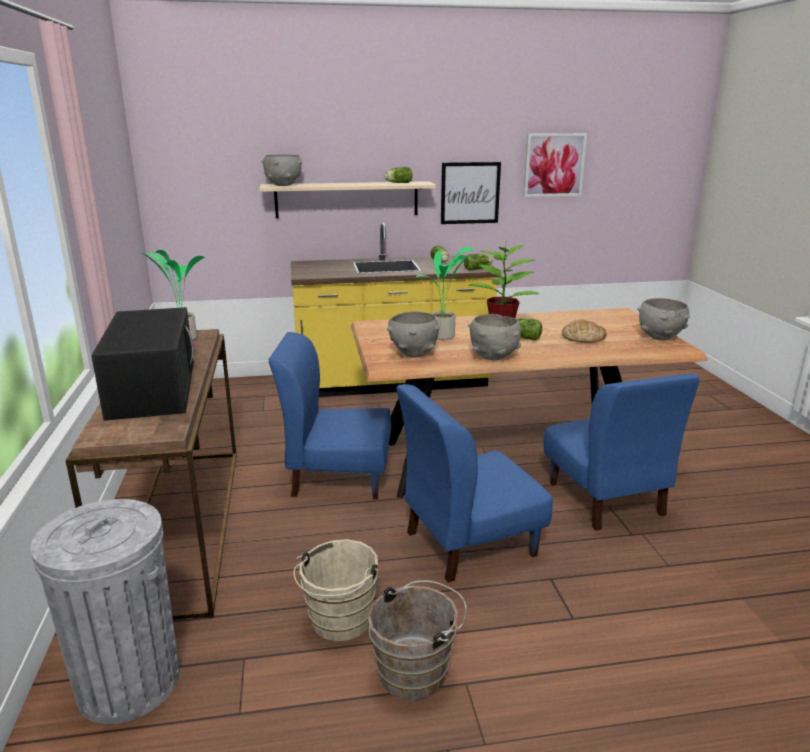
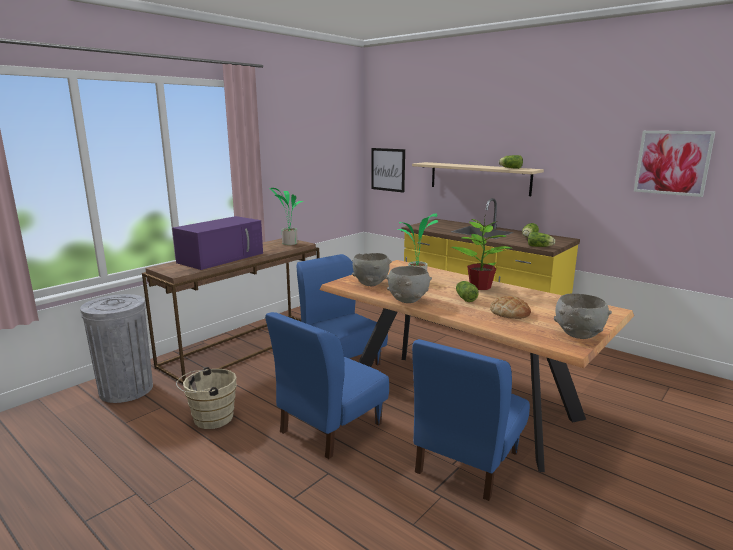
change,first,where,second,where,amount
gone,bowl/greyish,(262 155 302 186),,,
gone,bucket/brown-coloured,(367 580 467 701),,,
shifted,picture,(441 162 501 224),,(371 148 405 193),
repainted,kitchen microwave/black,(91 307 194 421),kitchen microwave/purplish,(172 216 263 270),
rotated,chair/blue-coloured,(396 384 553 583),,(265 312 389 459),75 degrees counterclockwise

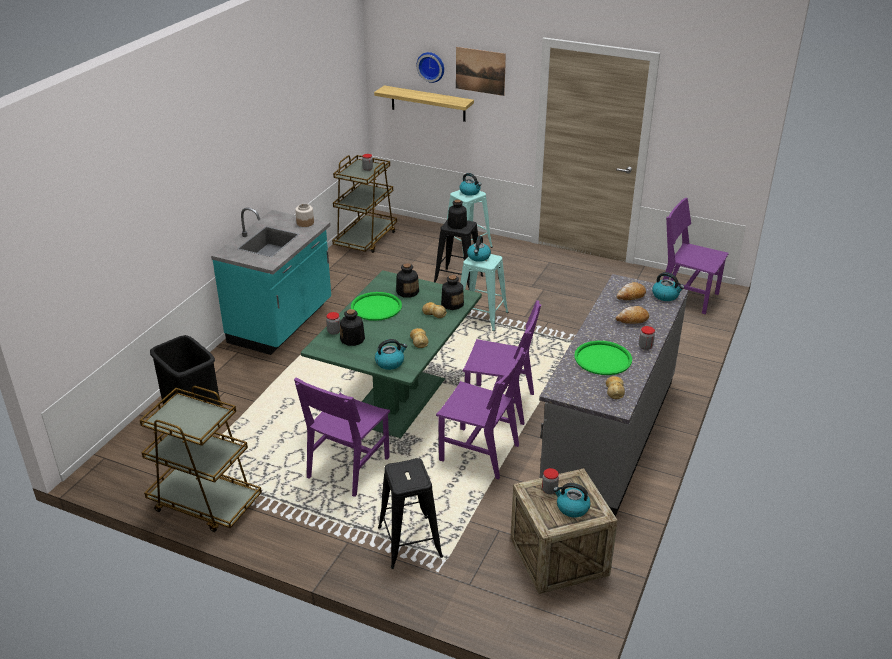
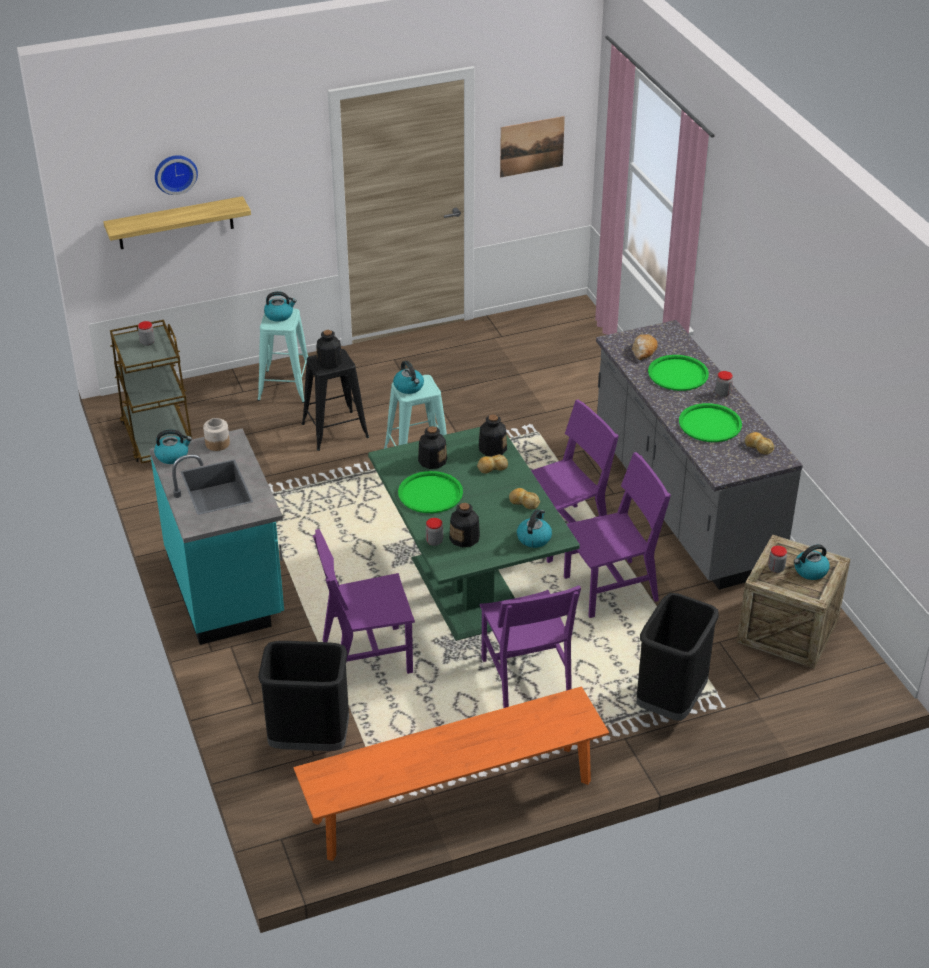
change,first,where,second,where,amount
shifted,picture,(456 47 506 96),,(500 116 565 177),
shifted,tea kettle,(652 272 684 301),,(154 429 192 464),
shifted,chair/purplish,(663 198 729 314),,(313 529 415 674),
swapped,trolley/brown-coloured,(140 386 262 532),bench/orangey,(293 686 609 861),
swapped,stool seat/black,(378 458 443 569),trash can/black,(636 593 719 721),
swapped,baked bread,(616 306 649 324),carrying tray/greenish,(648 355 709 391),

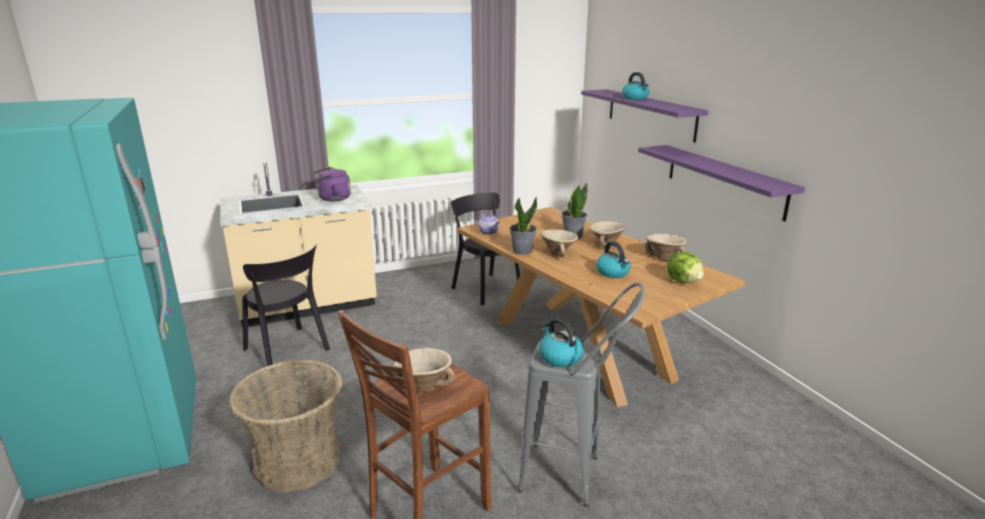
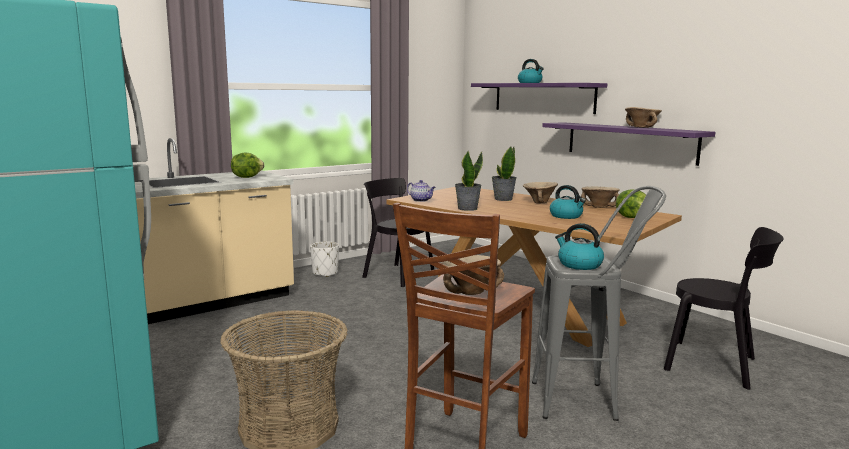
change,first,where,second,where,amount
new,,,flower pot/whitish,(310 242 339 277),
shifted,chair/black,(242 245 330 374),,(664 227 784 390),
shifted,bowl/beige-coloured,(540 229 578 257),,(625 107 662 128),
swapped,tea kettle/purplish,(313 167 351 201),lettuce,(231 153 264 178),

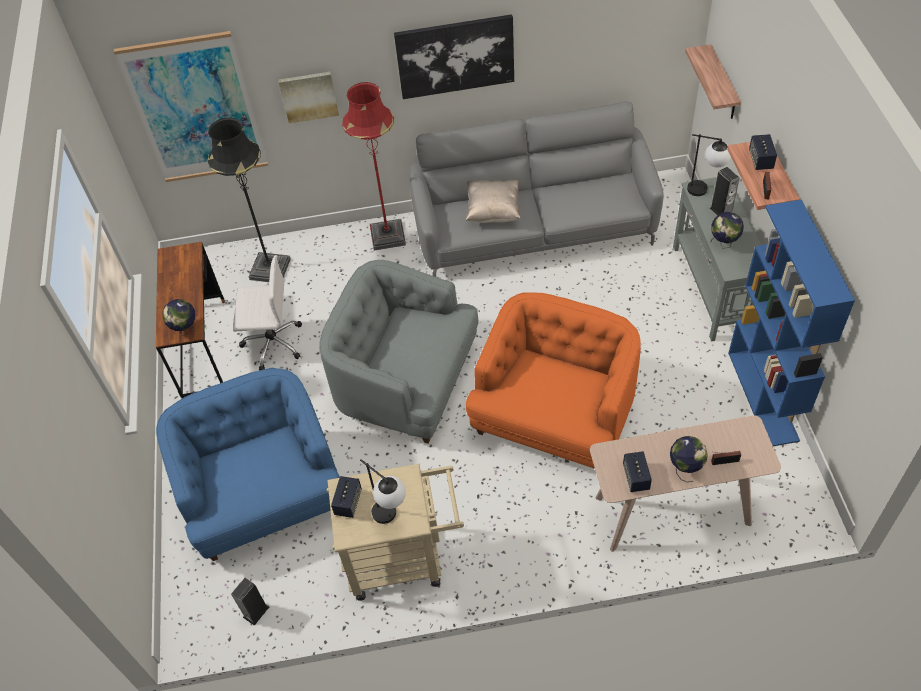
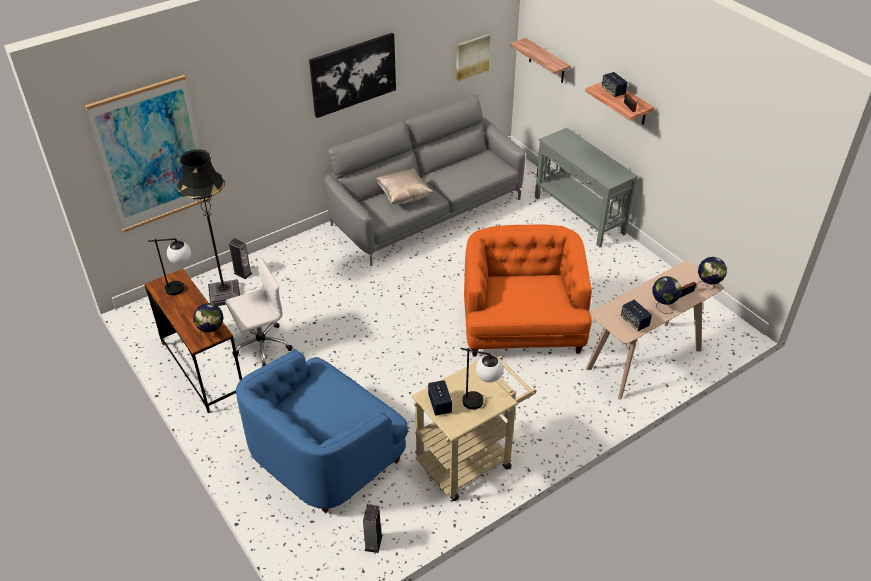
change,first,where,second,where,amount
gone,armchair/greyish,(319 260 479 444),,,
gone,floor lamp/red,(342 82 406 251),,,
gone,bookcase/blue-coloured,(728 199 855 446),,,
shifted,picture,(278 72 339 124),,(456 34 490 81),
shifted,lamp for a table,(687 134 731 196),,(148 238 191 295),
shifted,audio speaker,(710 167 739 216),,(229 238 252 279),
shifted,desk globe,(711 212 744 249),,(696 257 727 290),
rotated,armchair/blue-coloured,(156 368 340 561),,(236 349 408 513),90 degrees counterclockwise

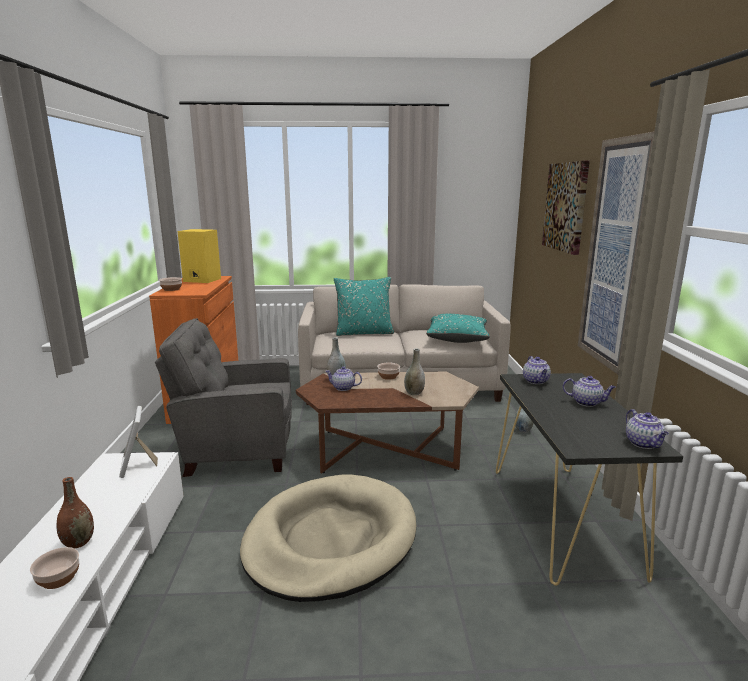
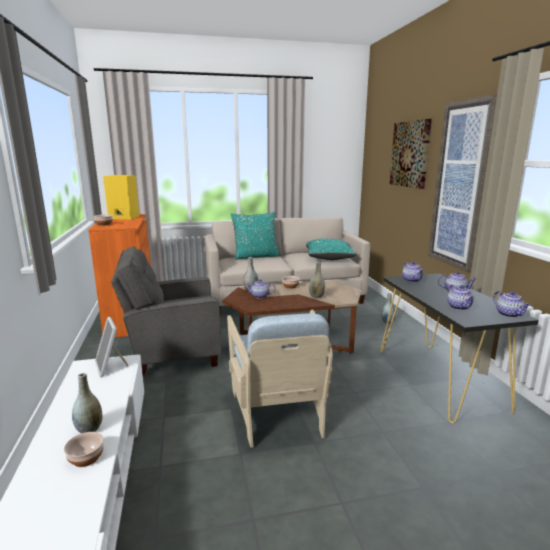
change,first,where,second,where,amount
new,,,pot for tea,(447 285 474 310),
swapped,dog bed/beige-coloured,(240 474 416 602),armchair/beige-coloured,(227 310 333 448),
repainted,flower vase/brown-coloured,(56 477 94 548),flower vase/greyish,(72 373 102 433),

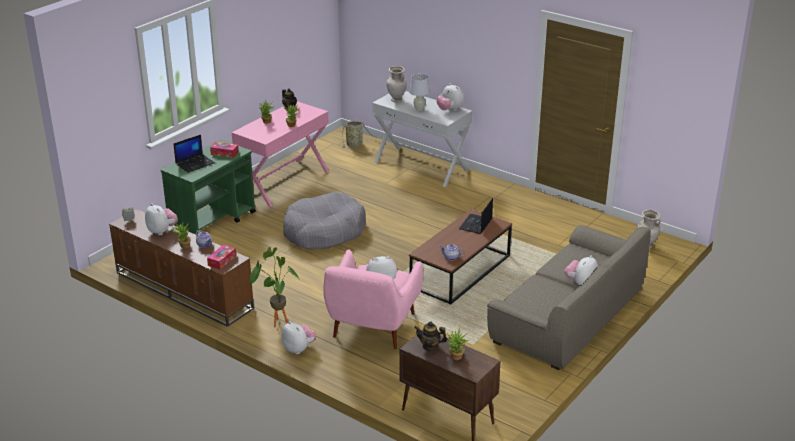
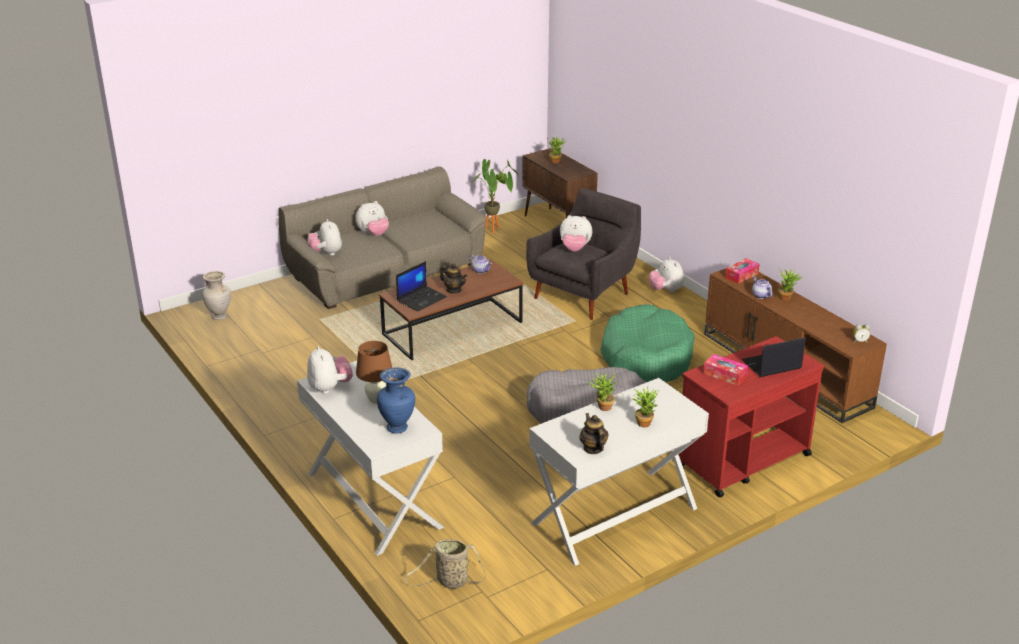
change,first,where,second,where,amount
new,,,dog bed/greenish,(600 304 695 382),
shifted,soft toy,(145 203 178 235),,(308 219 342 256),
shifted,houseplant,(250 247 299 327),,(471 159 519 233),
shifted,pot for tea,(414 321 447 351),,(440 263 467 293),
repainted,trolley/greenish,(161 139 256 235),trolley/red,(678 336 824 497),
repainted,hall table/pinkish,(232 101 329 207),hall table/whitish,(529 378 709 566),
repainted,armchair/pinkish,(323 249 423 349),armchair/greyish,(526 188 641 320),
repainted,flower vase/beige-coloured,(386 66 407 103),flower vase/blue-coloured,(377 368 415 433),
repainted,lamp for a table/whitish,(409 74 430 111),lamp for a table/brown-coloured,(356 341 392 404),

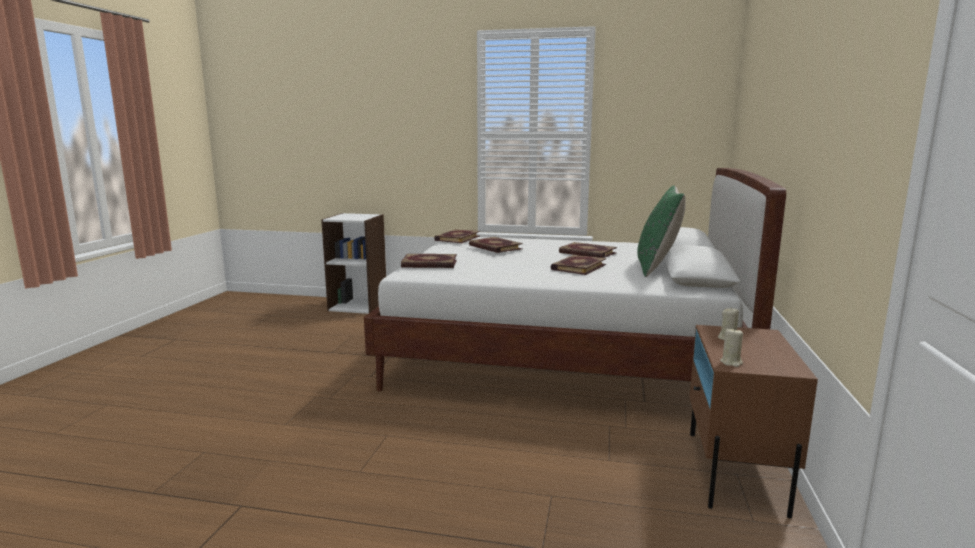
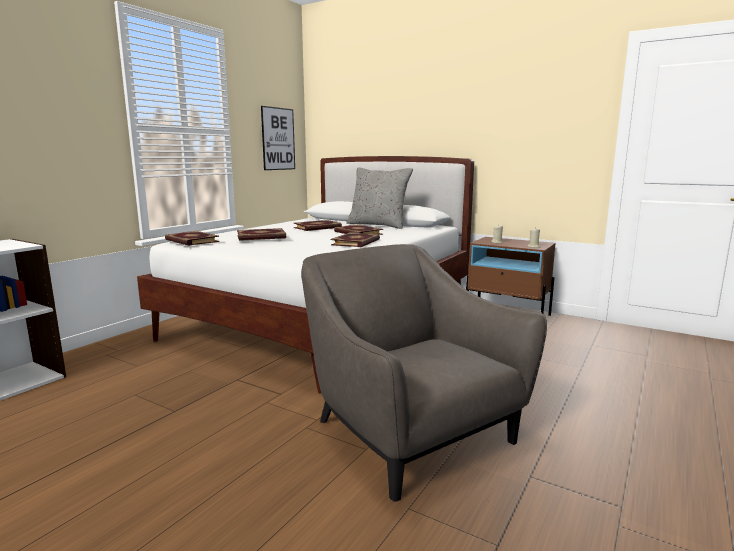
change,first,where,second,where,amount
new,,,picture,(261 106 295 170),
new,,,armchair/greyish,(301 244 547 502),
shifted,volume,(401 254 457 268),,(331 232 380 247),
repainted,pillow/greenish,(637 186 686 277),pillow/greyish,(346 167 413 229),

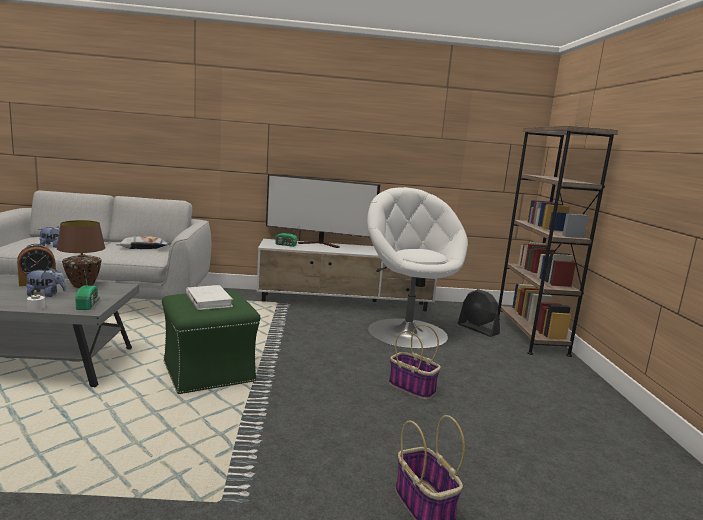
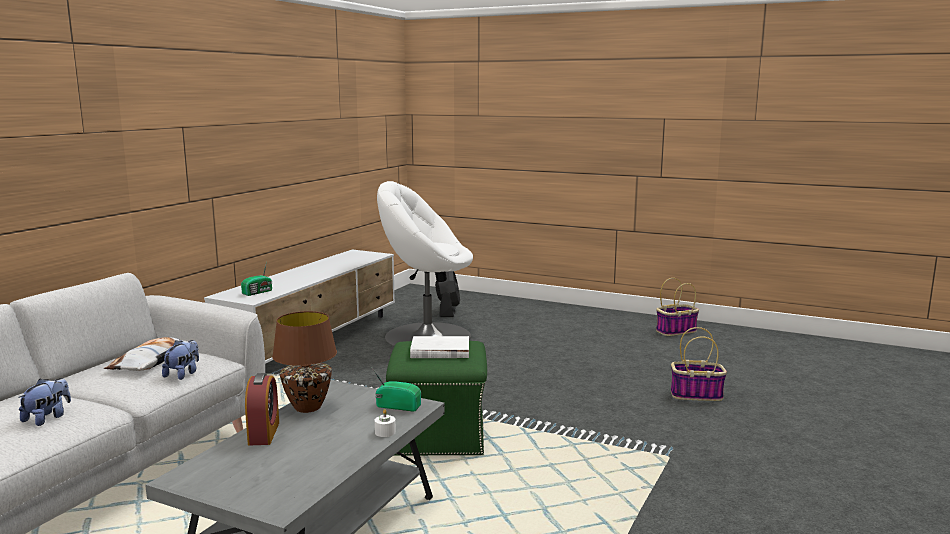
change,first,where,second,where,amount
gone,TV,(266 174 380 248),,,
gone,bookcase/brown-coloured,(498 126 618 357),,,
shifted,soft toy,(24 268 66 297),,(162 340 199 380),
shifted,storage basket,(389 325 441 400),,(656 278 699 336),
rotated,fan/black,(458 289 500 337),,(435 271 460 317),75 degrees counterclockwise

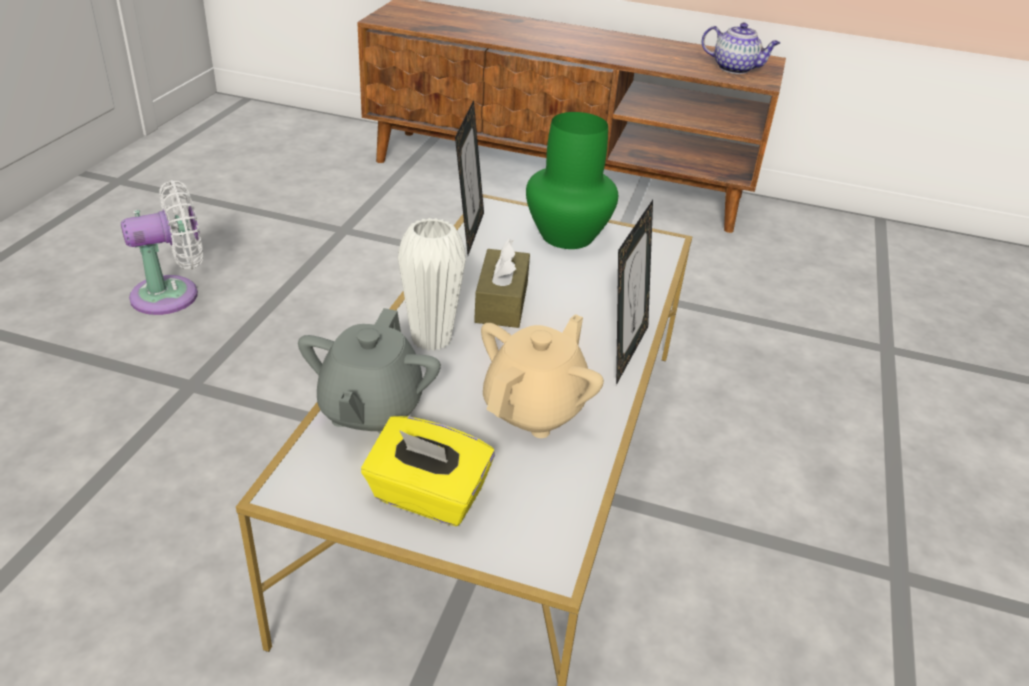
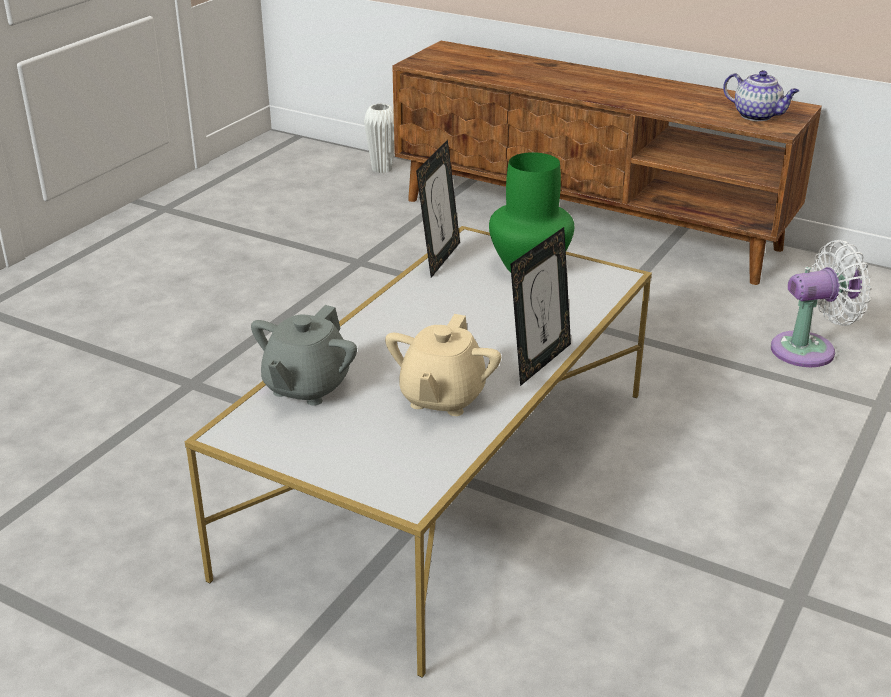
change,first,where,second,where,amount
gone,tissue holder/yellow-coloured,(361 416 495 526),,,
gone,tissue holder/brown-coloured,(474 239 530 328),,,
shifted,fan/whitish,(121 180 203 315),,(771 240 872 367),
shifted,flower vase/whitish,(398 218 466 351),,(364 103 394 173),
rotated,pot for tea/beige-coloured,(481 314 604 438),,(385 314 501 416),150 degrees clockwise

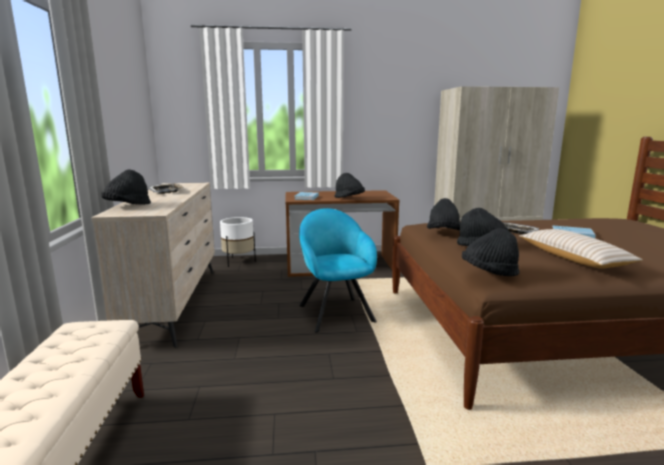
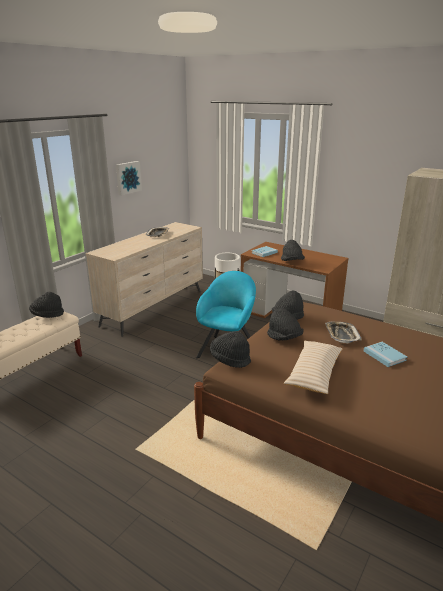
change,first,where,second,where,amount
new,,,picture,(116 161 142 195),
shifted,clothing hat/black,(101 169 151 205),,(29 292 64 318),

